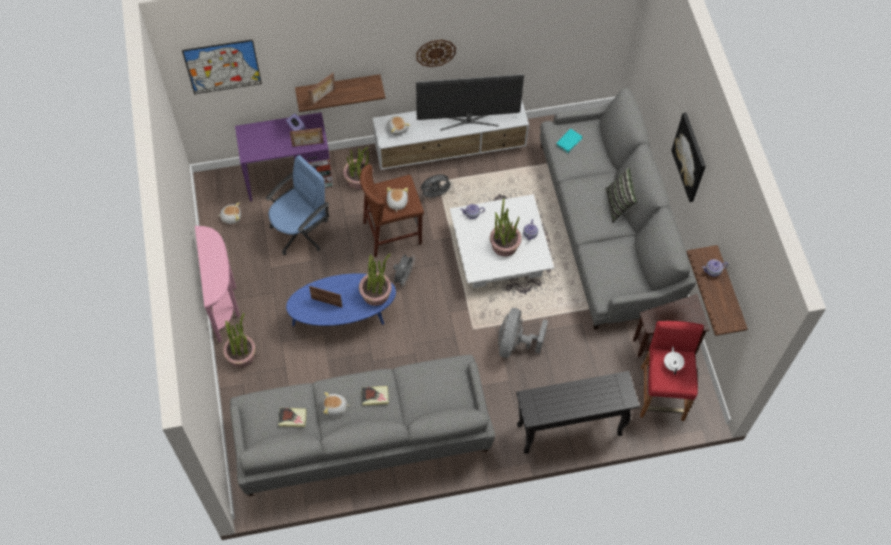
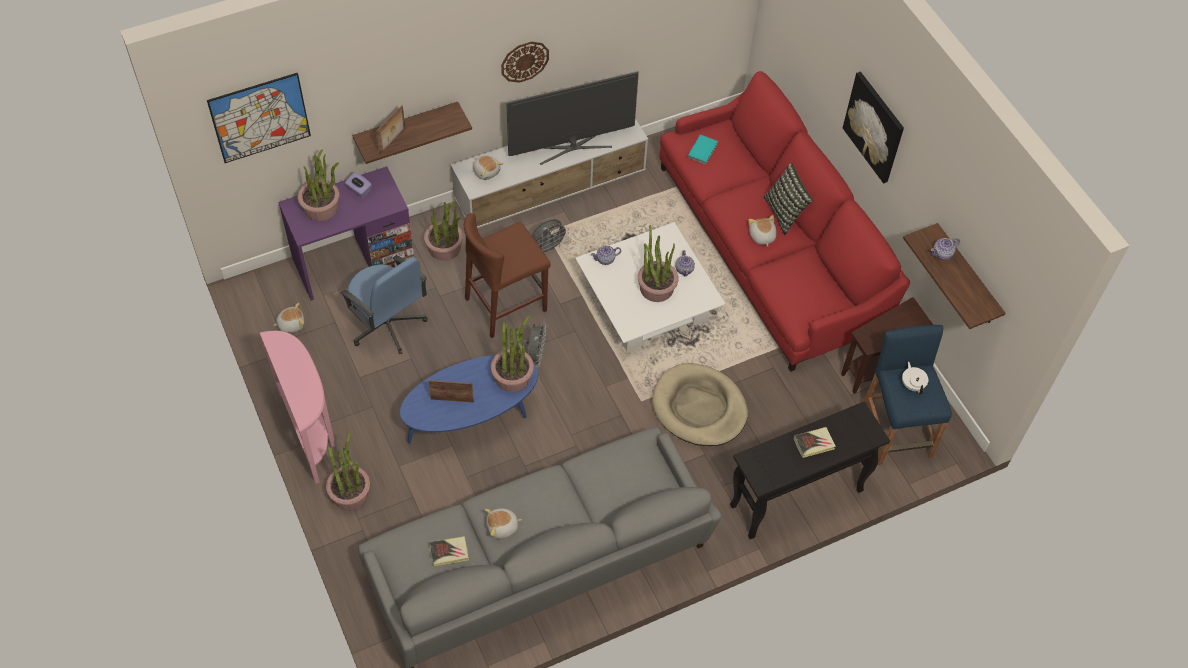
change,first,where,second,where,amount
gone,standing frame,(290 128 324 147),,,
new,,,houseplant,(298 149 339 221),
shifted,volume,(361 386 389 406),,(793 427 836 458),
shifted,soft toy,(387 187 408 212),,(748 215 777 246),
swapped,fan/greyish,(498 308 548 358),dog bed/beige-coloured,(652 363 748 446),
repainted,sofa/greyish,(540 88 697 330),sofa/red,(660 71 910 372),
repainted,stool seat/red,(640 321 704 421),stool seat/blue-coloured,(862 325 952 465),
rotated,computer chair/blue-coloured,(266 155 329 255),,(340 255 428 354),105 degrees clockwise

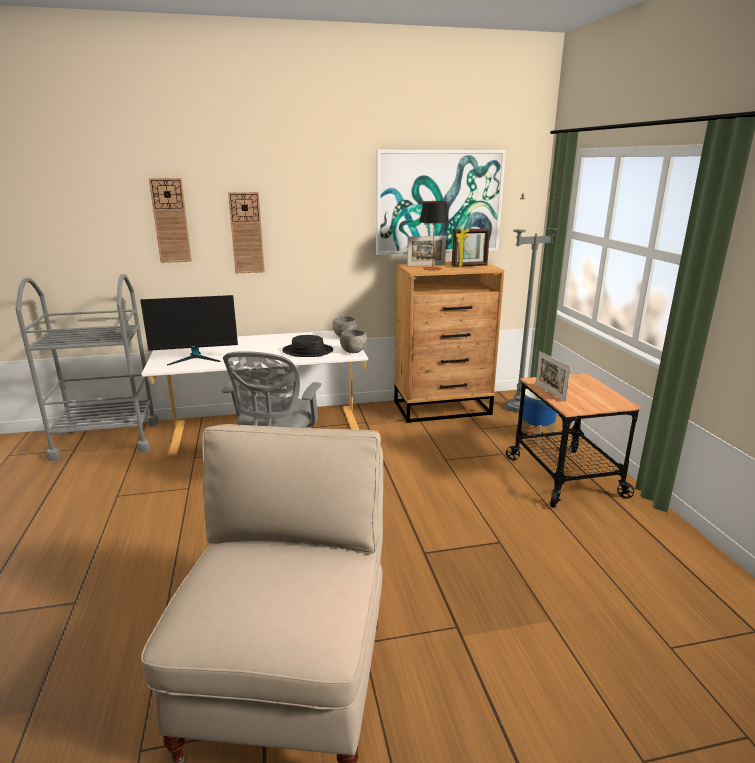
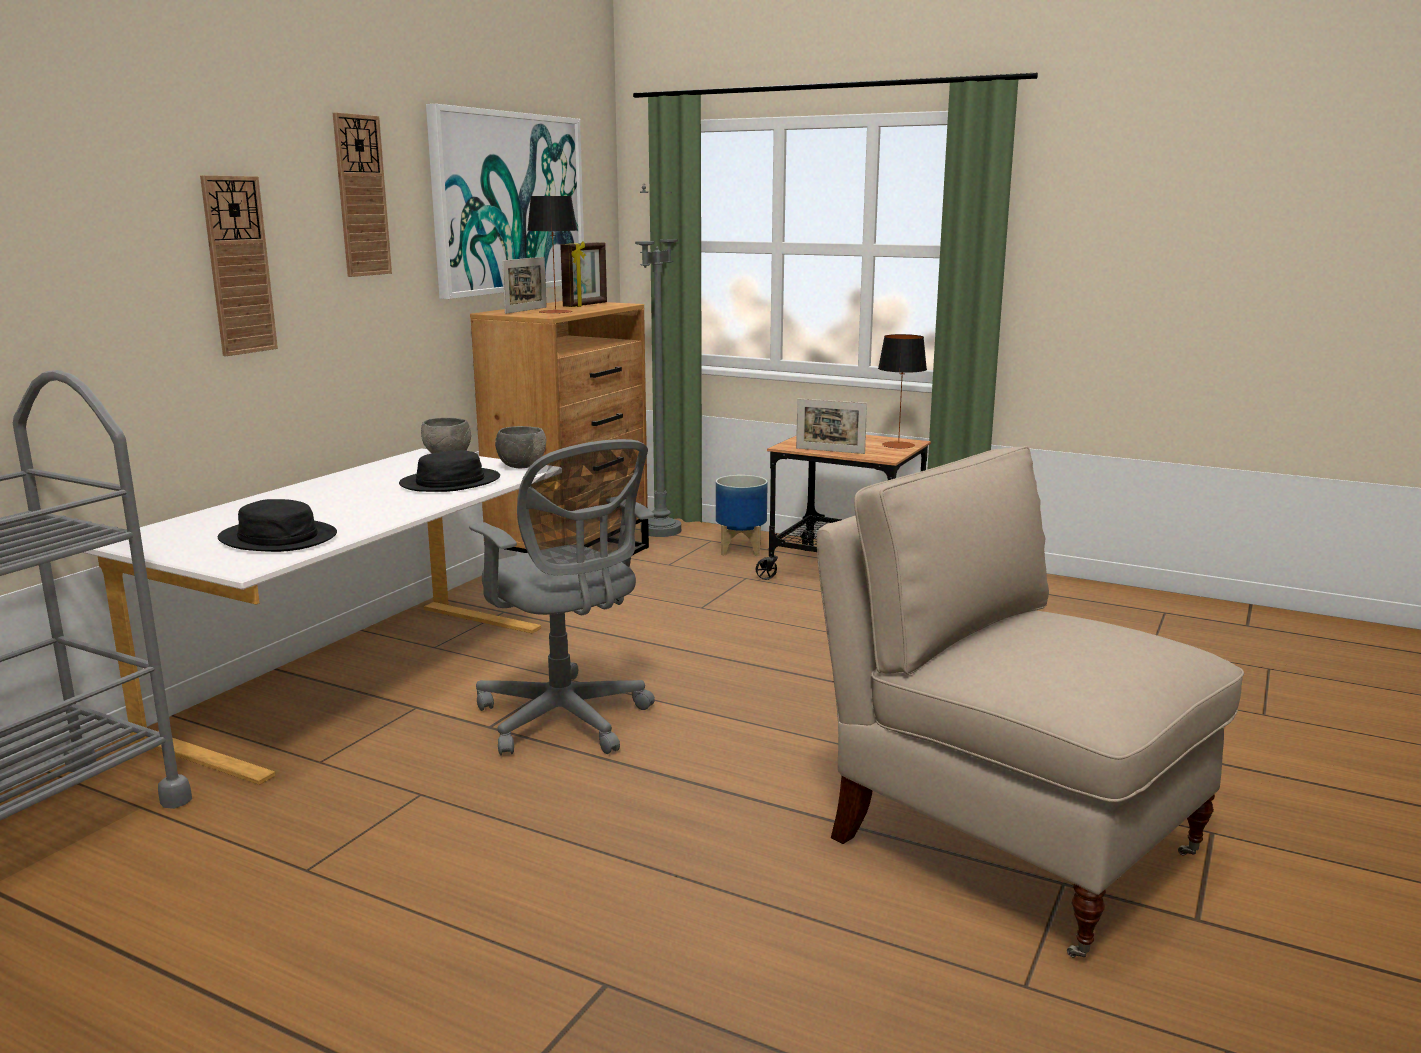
change,first,where,second,where,amount
new,,,lamp for a table,(878 334 927 449),
shifted,hanging clock,(149 178 192 263),,(333 112 392 277),
swapped,computer screen,(140 295 238 366),clothing hat/black,(218 499 337 552),

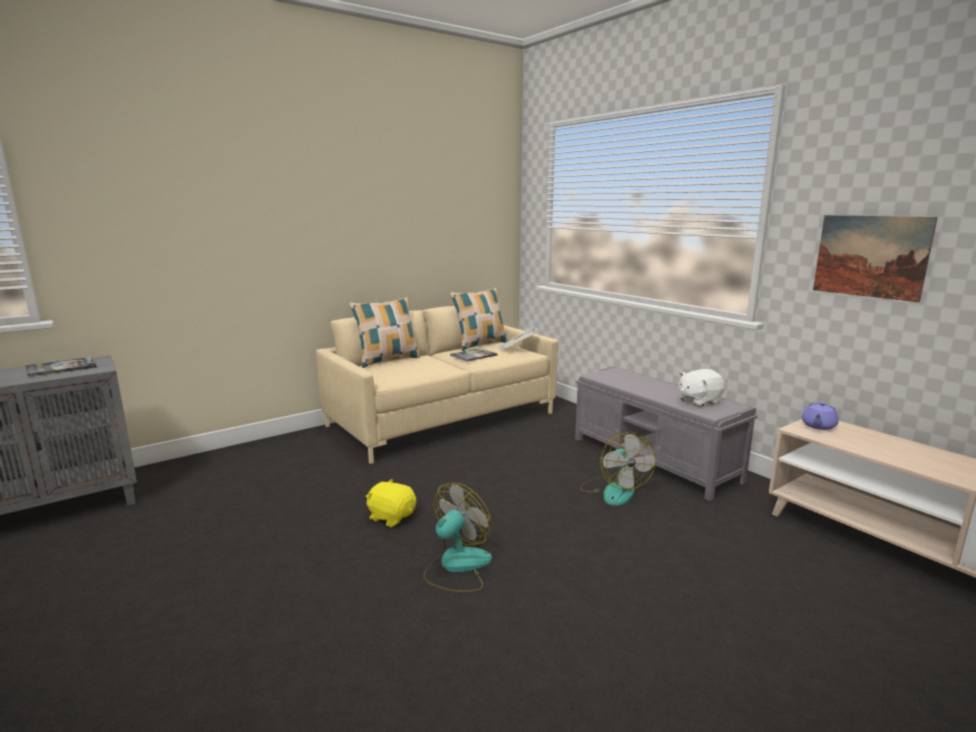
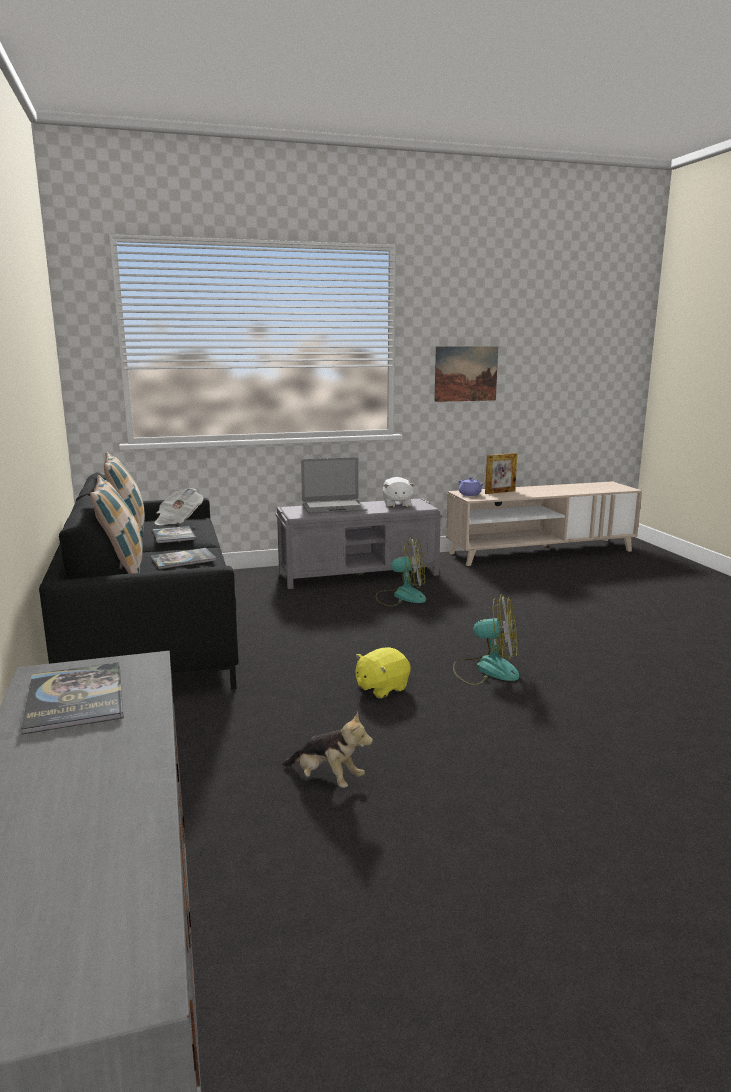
change,first,where,second,where,amount
new,,,volume,(150 548 217 569),
new,,,soft toy,(282 711 373 788),
new,,,laptop,(301 457 368 514),
new,,,standing frame,(485 453 517 494),
repainted,sofa/beige-coloured,(316 302 558 464),sofa/black,(39 472 239 689),
rotated,fan,(423 483 492 592),,(453 594 519 685),135 degrees clockwise

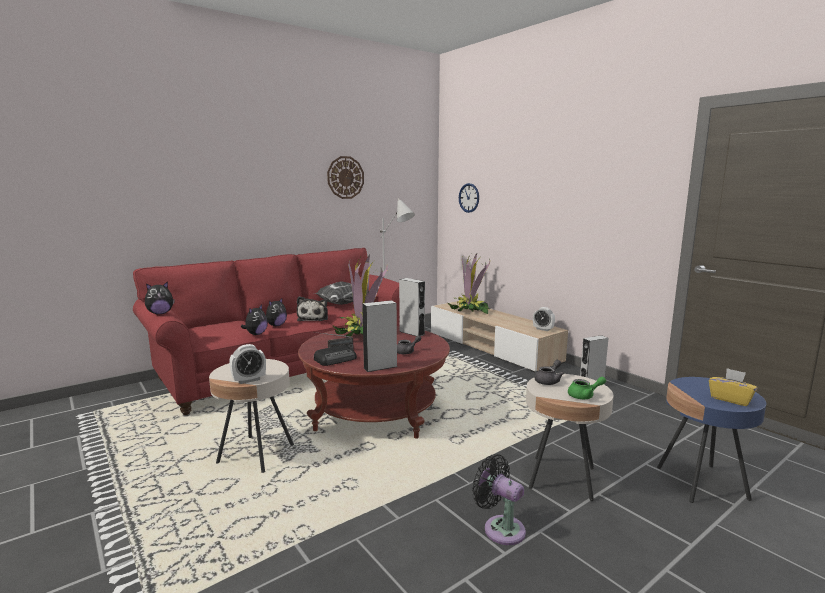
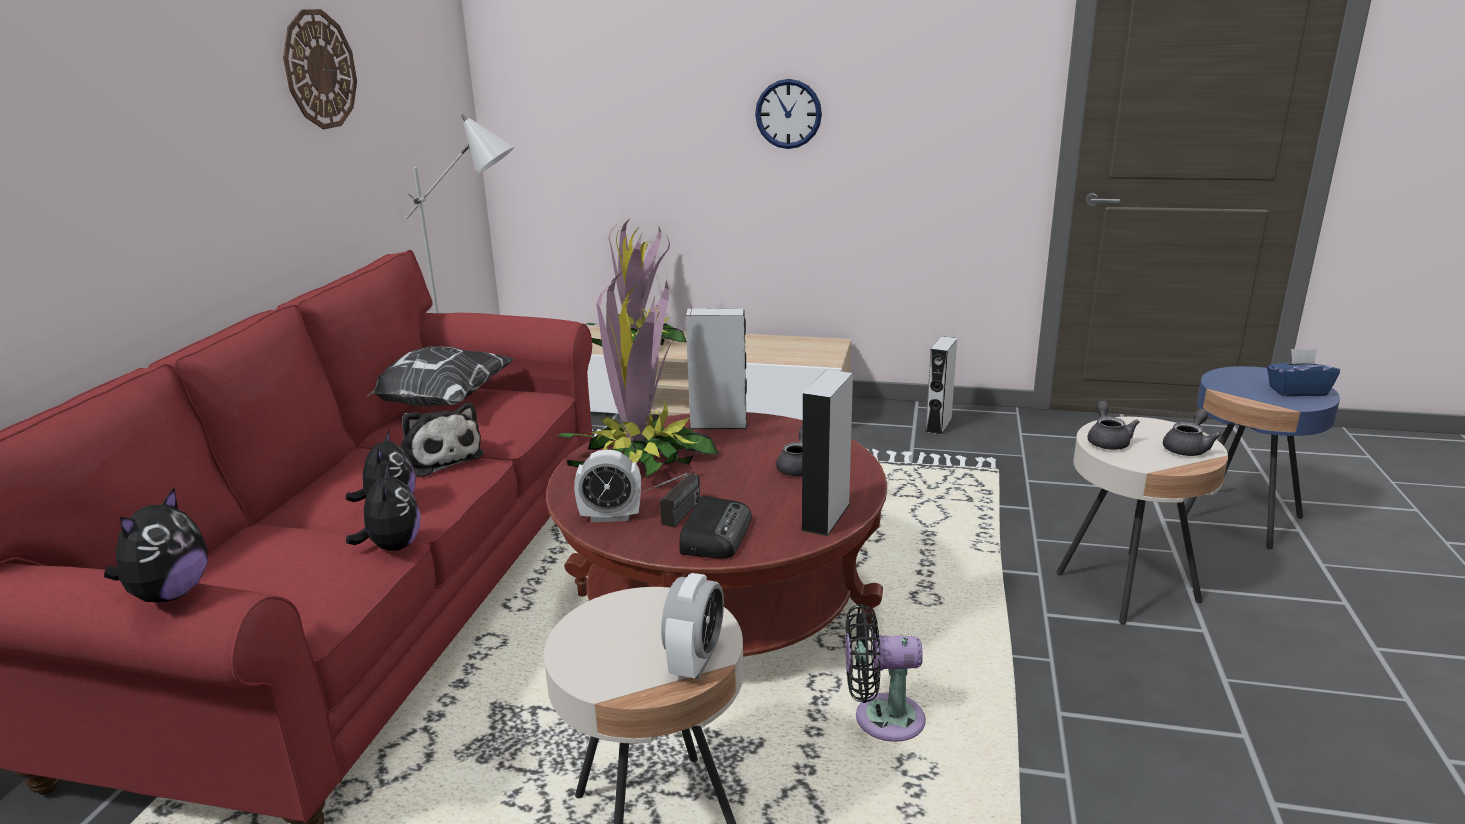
change,first,where,second,where,amount
shifted,hanging clock,(459 183 479 213),,(755 79 822 149),
shifted,fan/black,(472 454 526 545),,(845 604 926 742),
shifted,table clock,(533 307 555 331),,(574 450 641 522),
repainted,pot for tea/greenish,(568 376 606 399),pot for tea/greyish,(1163 409 1221 456),
repainted,tissue holder/yellow-coloured,(709 368 758 406),tissue holder/blue-coloured,(1267 349 1340 396),

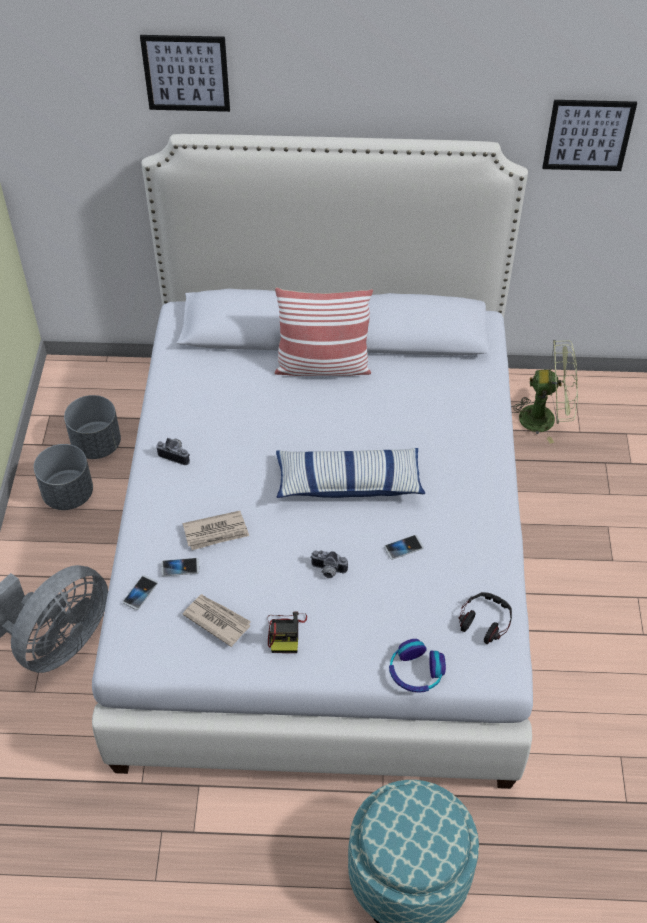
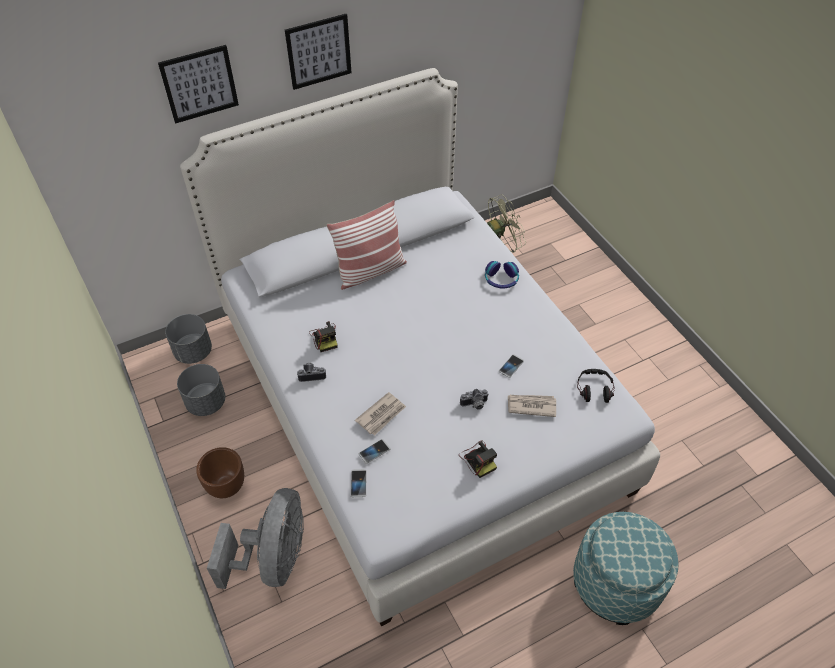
change,first,where,second,where,amount
gone,pillow,(276 448 425 498),,,
new,,,flower pot/brown-coloured,(196 447 244 498),
new,,,photo camera,(309 321 338 352),
shifted,flower pot/greyish,(34 444 93 510),,(165 314 212 364),
shifted,newspaper,(182 594 251 647),,(508 395 556 417),
shifted,pair of headphones,(389 639 446 692),,(485 261 519 288),
shifted,picture,(542 100 637 171),,(285 14 352 90),

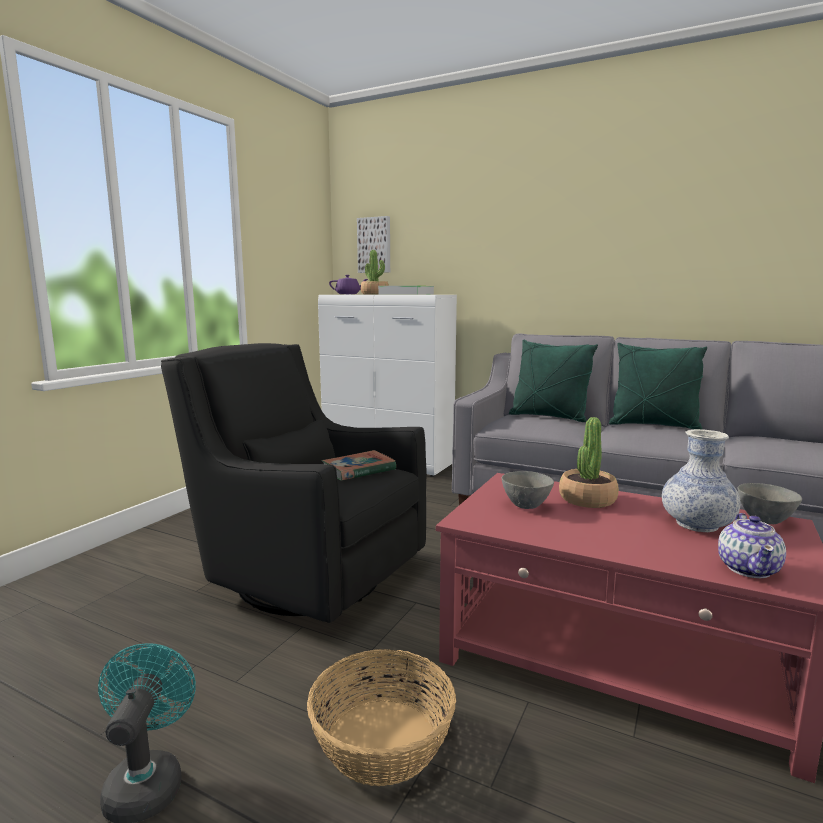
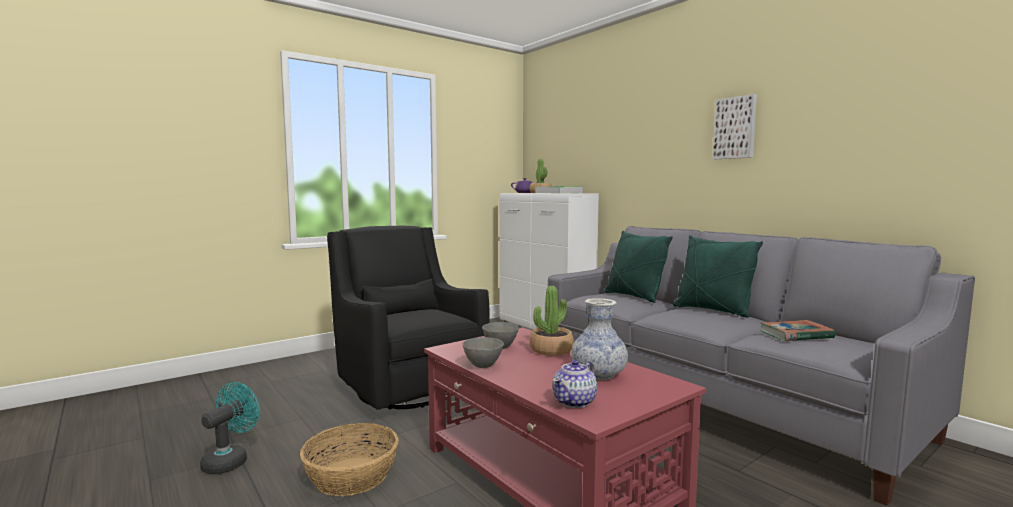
change,first,where,second,where,amount
shifted,volume,(322 450 396 481),,(760 320 835 341),
shifted,picture,(357 216 390 273),,(713 94 757 159),
shifted,bowl/greyish,(737 483 802 524),,(463 337 504 368),

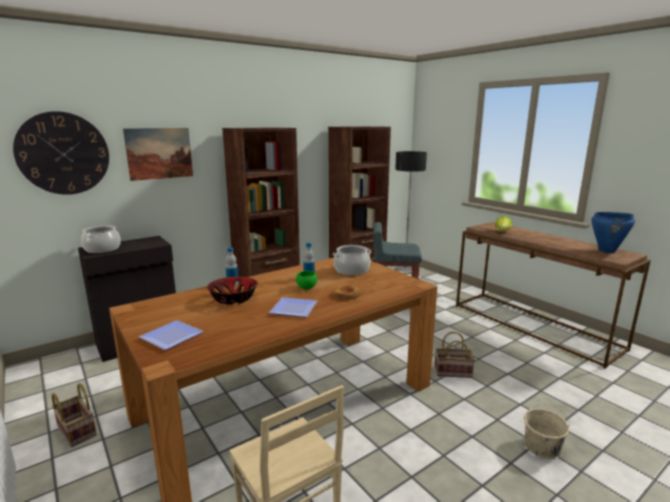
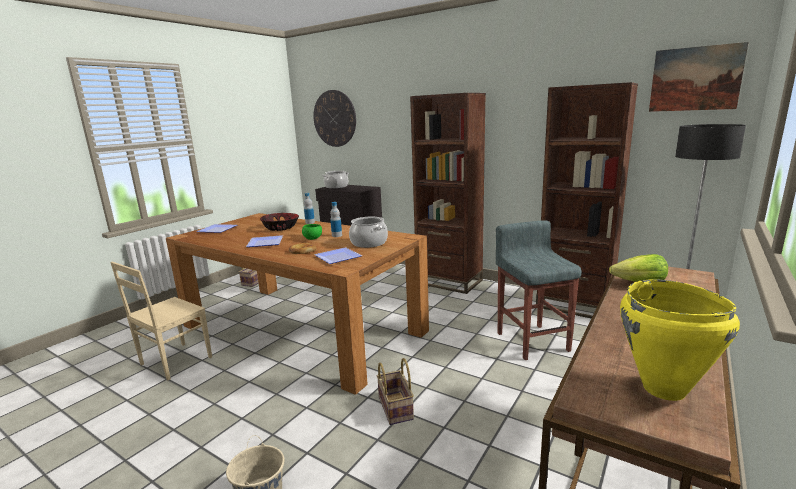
change,first,where,second,where,amount
new,,,plate,(315 247 362 264),
shifted,picture,(123 128 193 181),,(649 42 749 112),
repainted,stockpot/blue-coloured,(591 212 635 253),stockpot/yellow-coloured,(620 279 740 401),

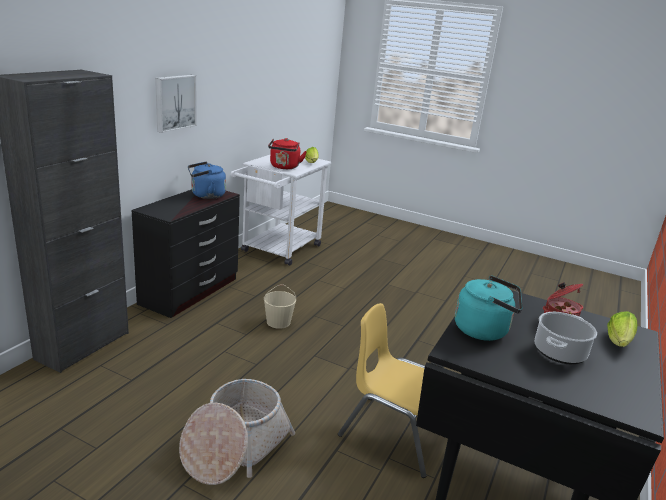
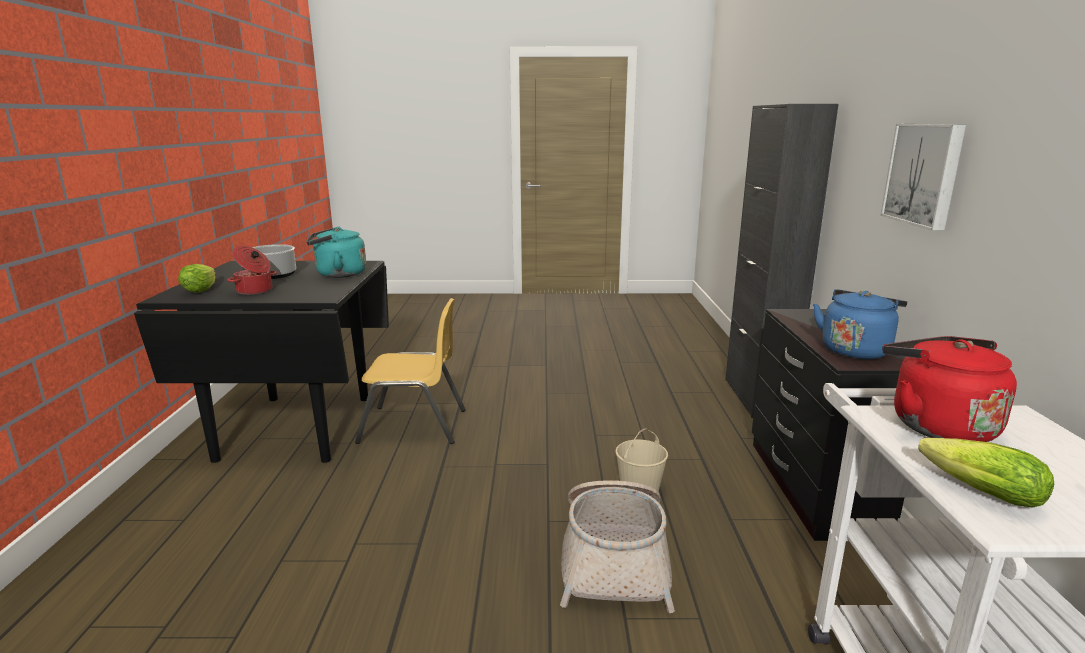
change,first,where,second,where,amount
shifted,storage basket,(179 379 295 485),,(560 480 675 613),

